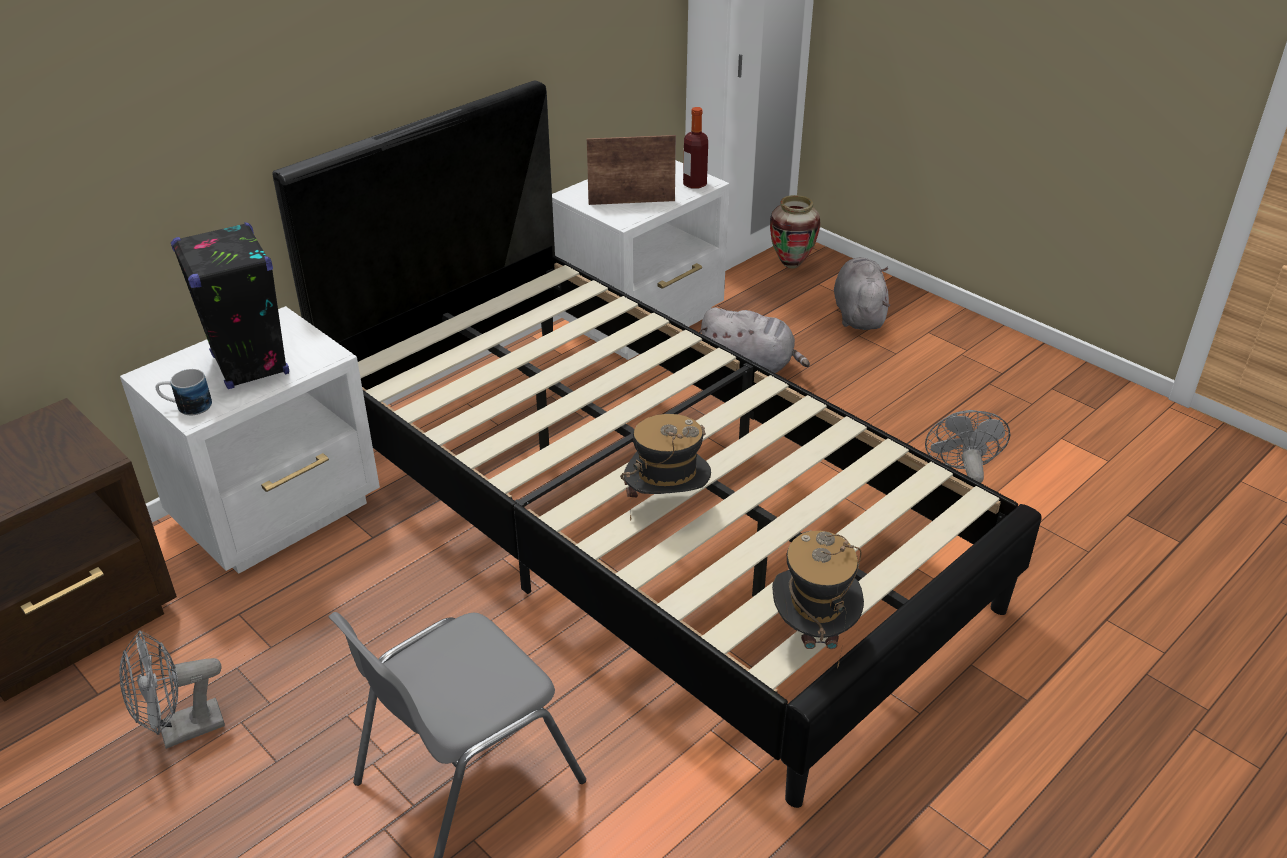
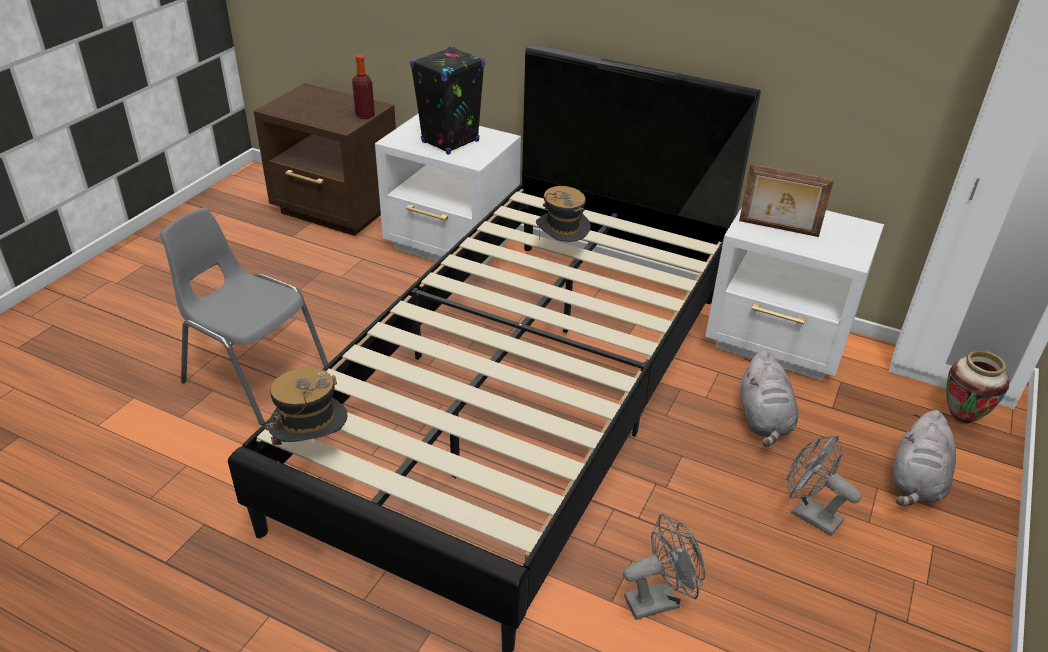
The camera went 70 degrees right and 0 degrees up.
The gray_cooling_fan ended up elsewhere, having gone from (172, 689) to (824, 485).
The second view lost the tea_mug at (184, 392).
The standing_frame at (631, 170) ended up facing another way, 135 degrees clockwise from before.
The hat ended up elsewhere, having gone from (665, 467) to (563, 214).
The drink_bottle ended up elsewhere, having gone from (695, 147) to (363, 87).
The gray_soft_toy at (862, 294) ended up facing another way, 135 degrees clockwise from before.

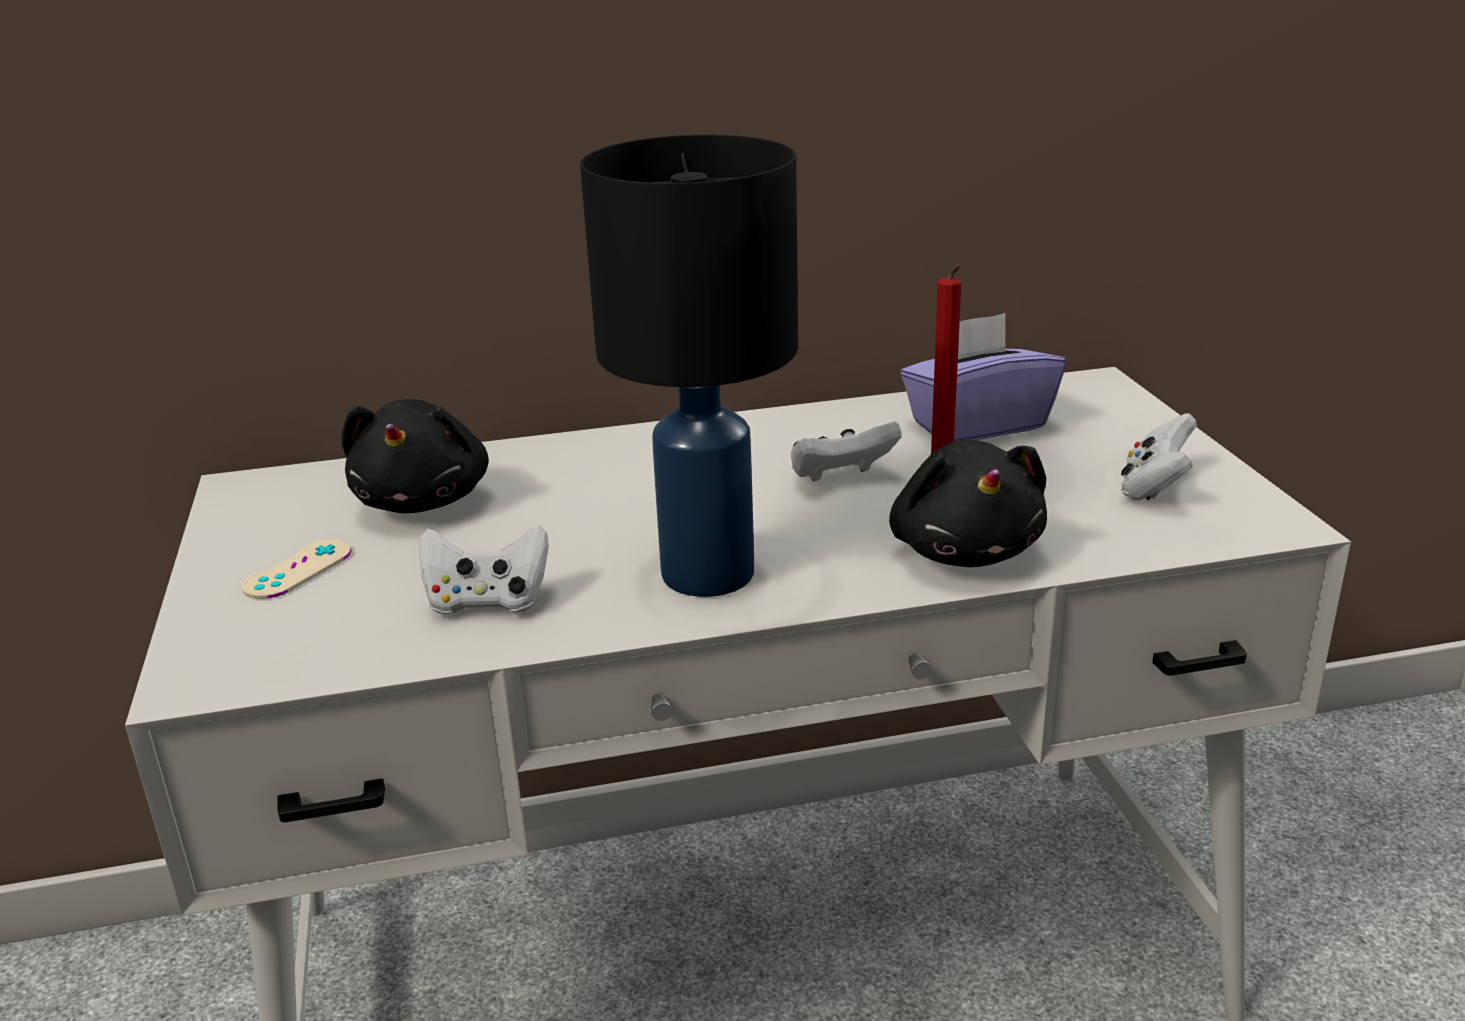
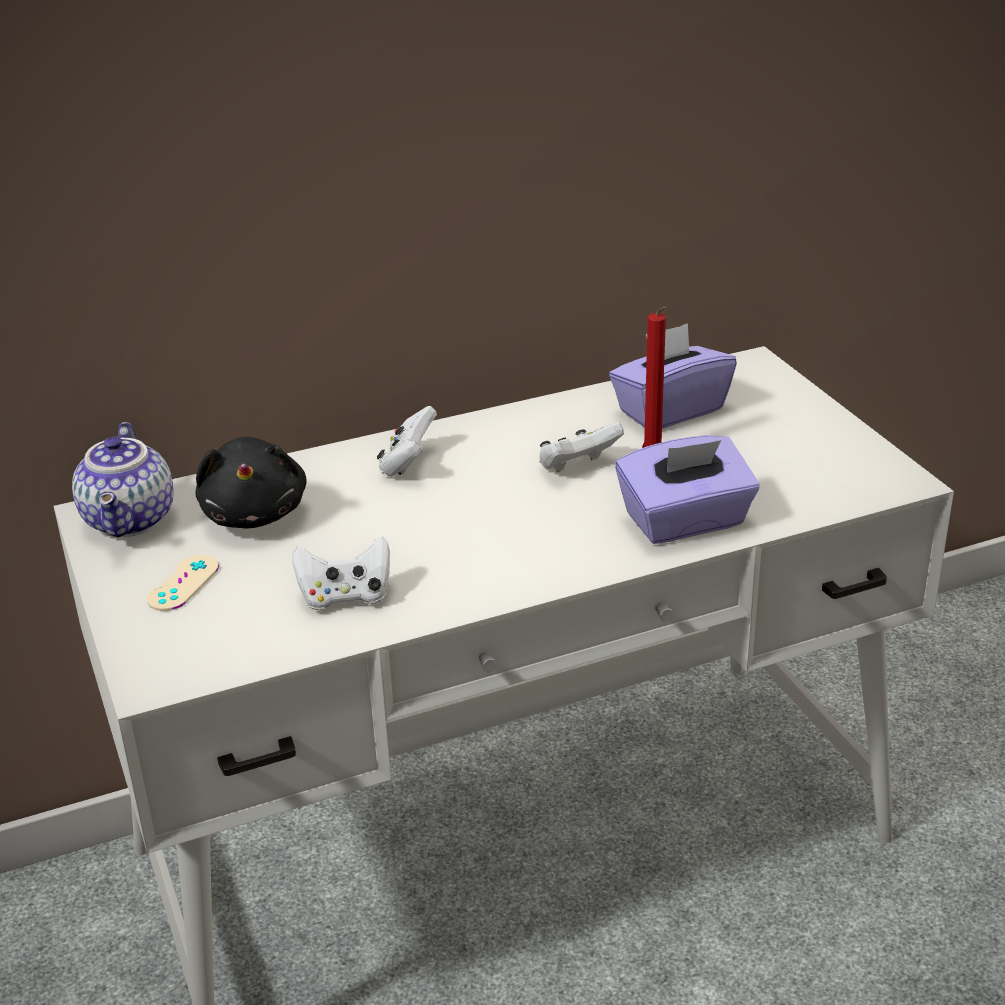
The camera went 10 degrees left and 5 degrees up.
The second view lost the black_table_lamp at (689, 366).
Where the black_soft_toy stood at (968, 503), the purple_tissue_holder came to stand at (687, 489).
The whitish_gamepad ended up elsewhere, having gone from (1159, 457) to (407, 441).
The second view gained the pot_for_tea at (123, 479).

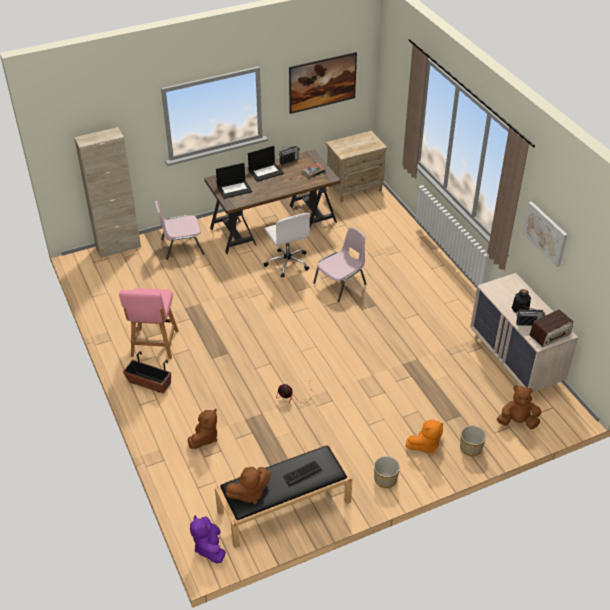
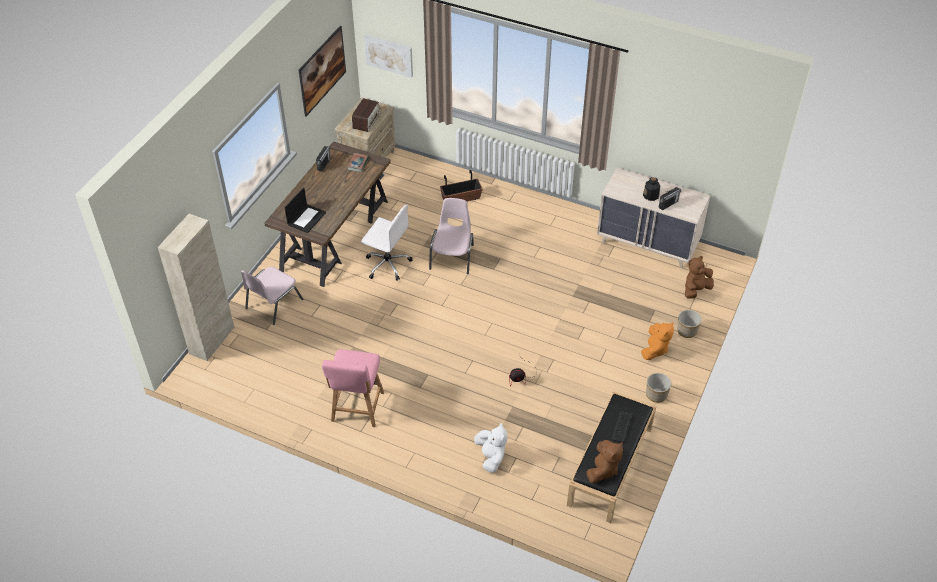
The camera went 40 degrees left and 5 degrees up.
The pinkish_upright_chair at (148, 323) ended up facing another way, 45 degrees clockwise from before.
The plant_pot ended up elsewhere, having gone from (147, 372) to (461, 185).
What was the brown-coloured_soft_toy at (203, 429) turned into the whitish_soft_toy at (490, 448).
The second view lost the purple_soft_toy at (208, 539).
The second view lost the laptop at (266, 164).
The wall_art ended up elsewhere, having gone from (545, 234) to (388, 56).
The radio ended up elsewhere, having gone from (551, 328) to (366, 115).

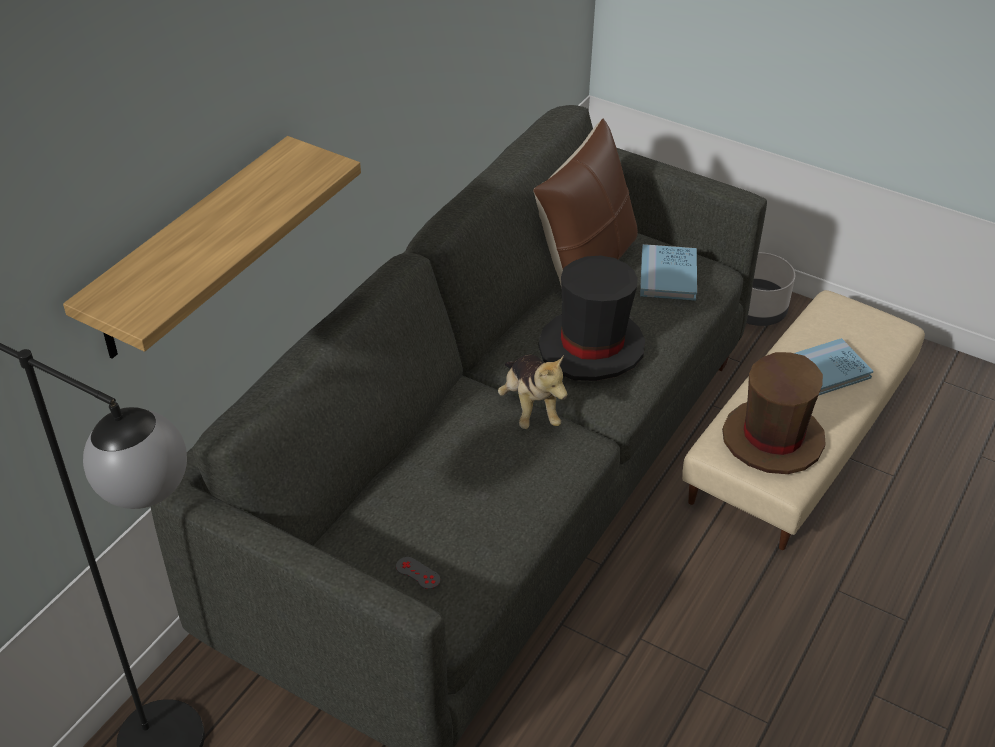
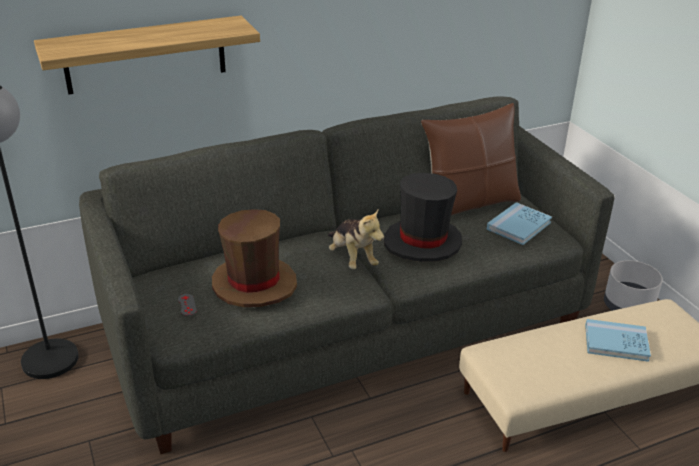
The camera went 35 degrees right and 10 degrees down.
The soft_toy at (532, 392) ended up facing another way, 45 degrees counterclockwise from before.
The brown-coloured_hat ended up elsewhere, having gone from (774, 413) to (254, 258).

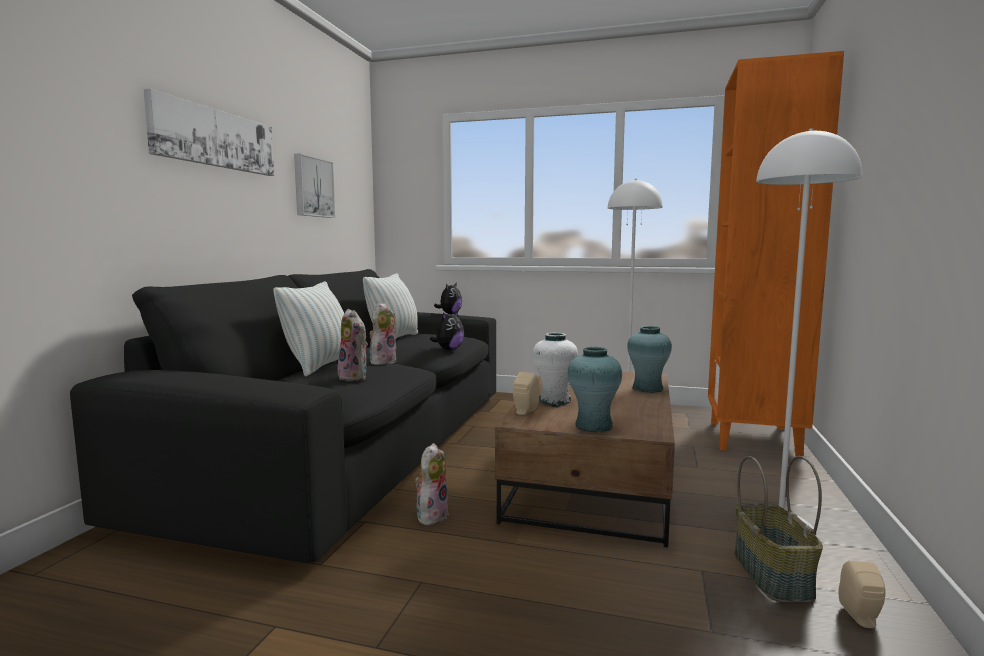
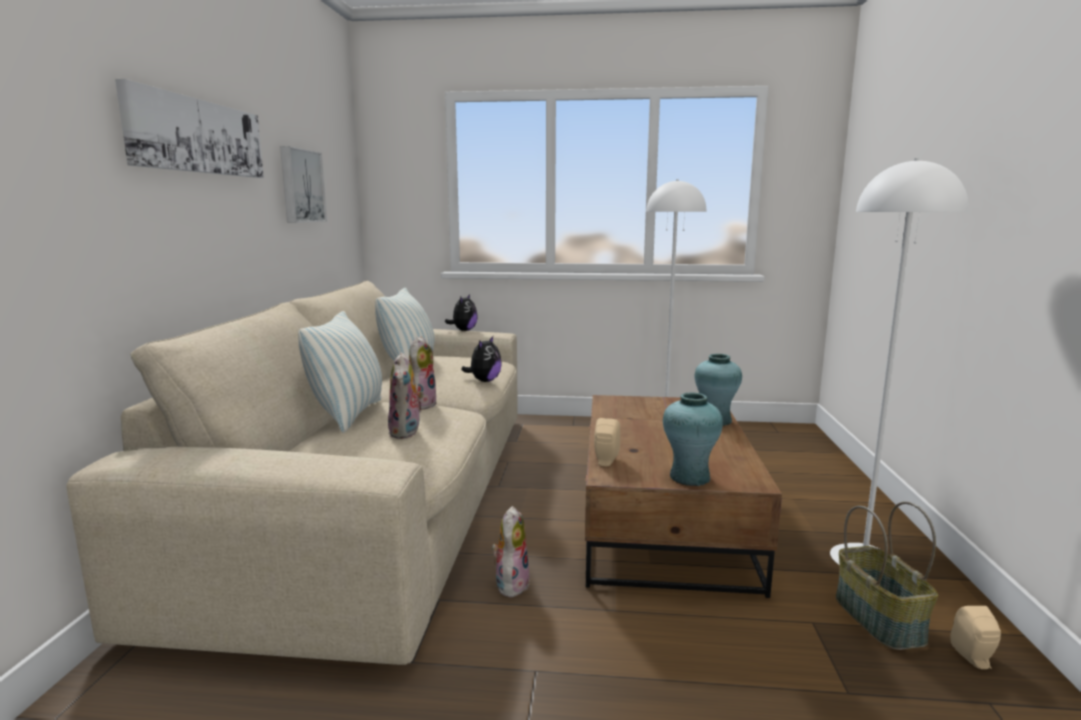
The camera went 10 degrees left and 5 degrees up.
What was the black_settee at (283, 416) turned into the beige-coloured_settee at (292, 473).
The soft_toy at (352, 345) ended up facing another way, 45 degrees clockwise from before.
The second view lost the whitish_decorative_vase at (555, 369).
The second view lost the orange_bookcase at (776, 254).

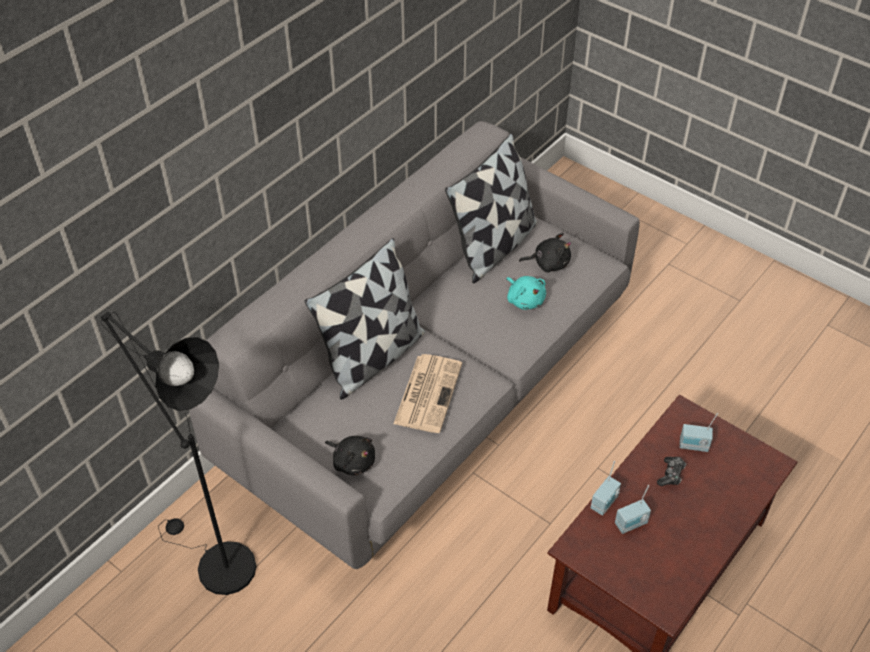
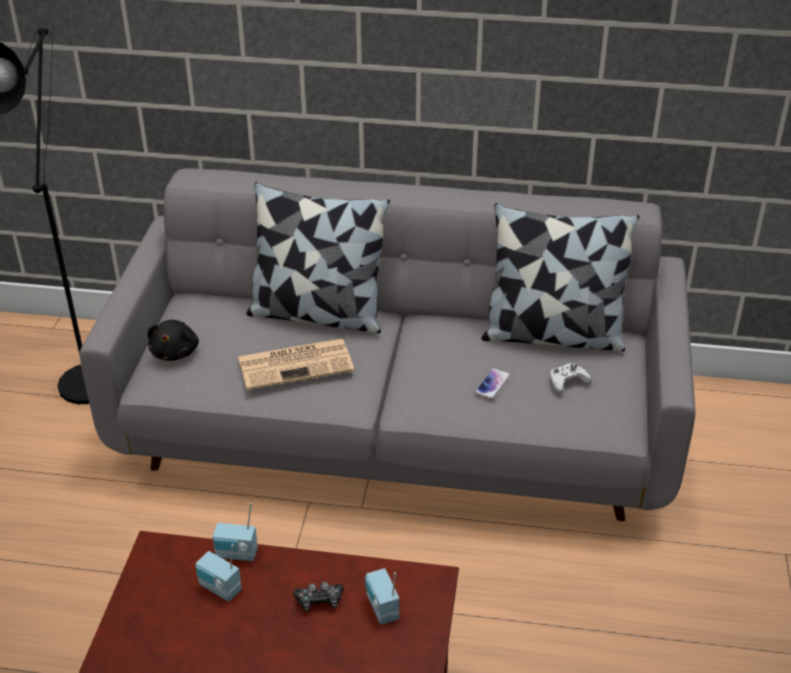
The camera went 60 degrees right and 10 degrees down.
Where the blue-green_soft_toy stood at (526, 293), the phone came to stand at (493, 384).
Where the black_soft_toy stood at (545, 253), the whitish_gamepad came to stand at (571, 378).

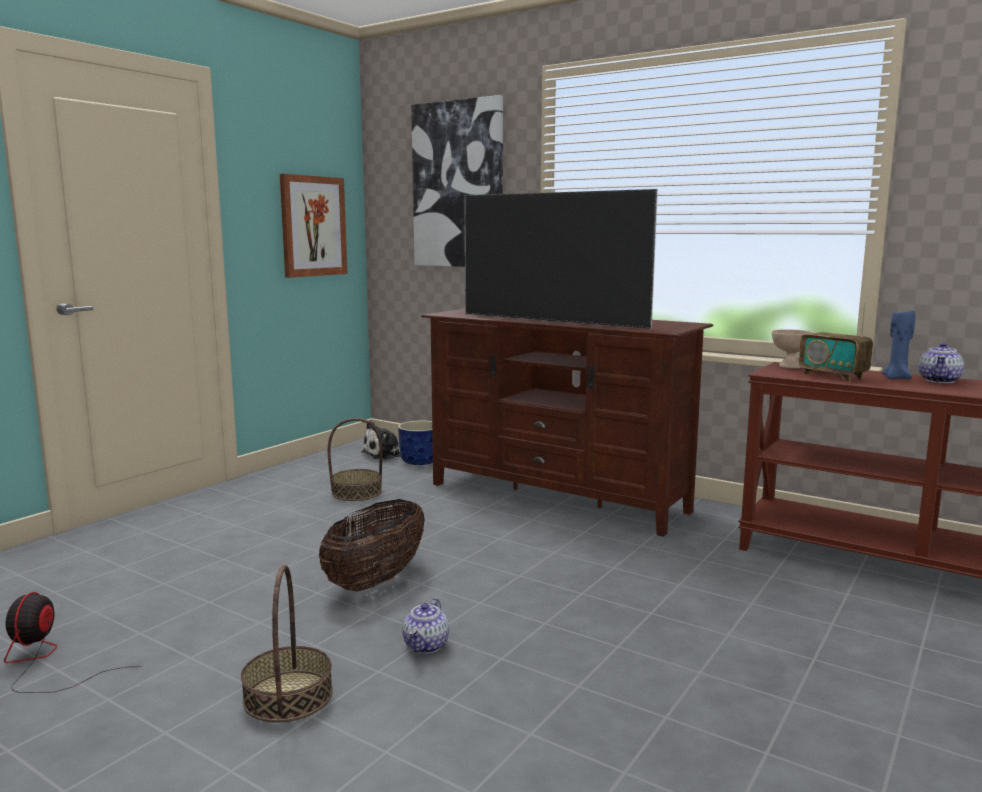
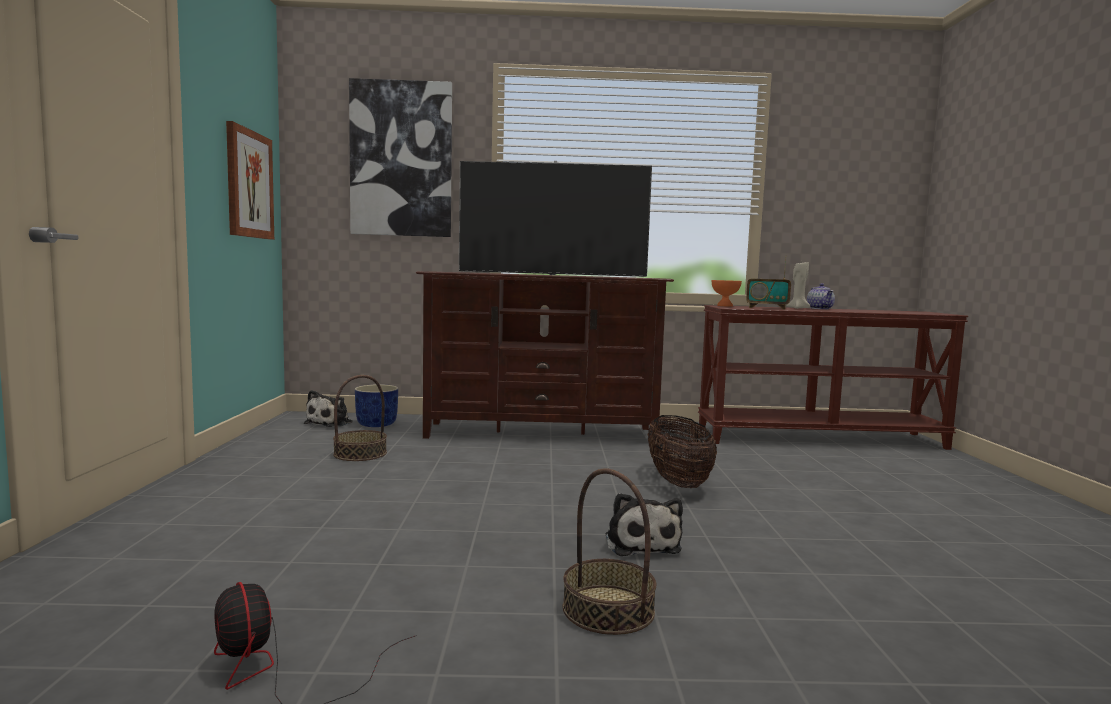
The camera went 35 degrees left and 5 degrees down.
The household_basket ended up elsewhere, having gone from (372, 545) to (682, 451).
Where the pot_for_tea stood at (426, 625), the soft_toy came to stand at (644, 524).
What was the beige-coloured_deep_dish at (793, 348) turned into the orange_deep_dish at (727, 293).
What was the blue-coloured_candle at (898, 345) turned into the beige-coloured_candle at (798, 285).

